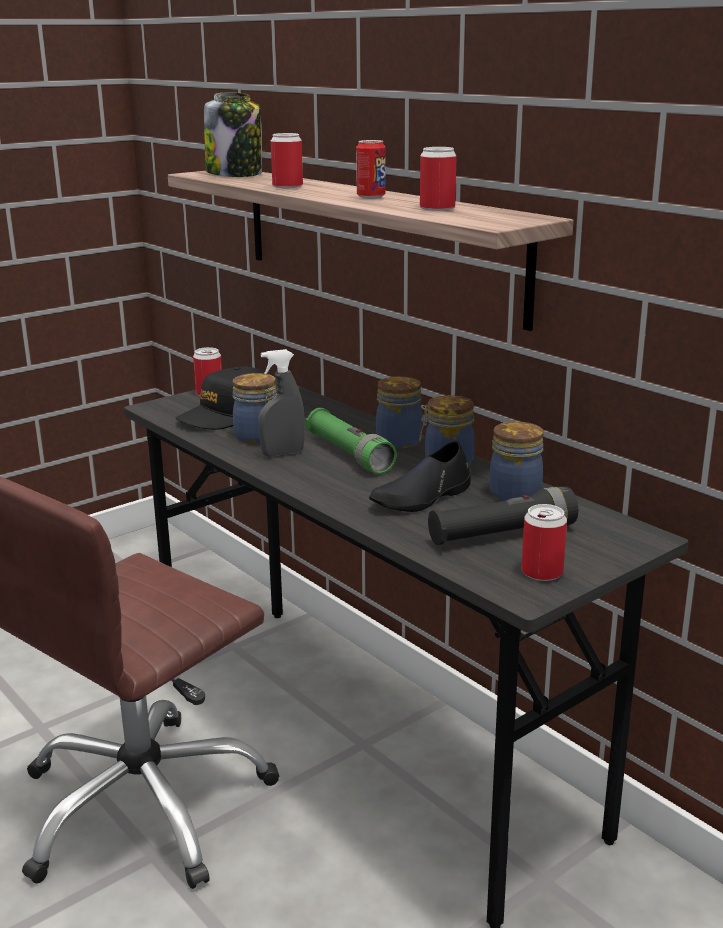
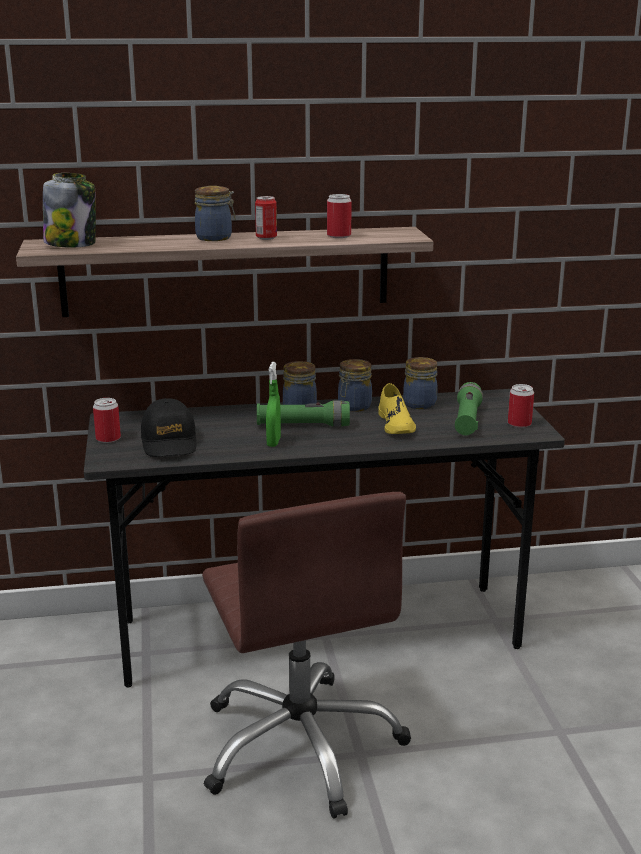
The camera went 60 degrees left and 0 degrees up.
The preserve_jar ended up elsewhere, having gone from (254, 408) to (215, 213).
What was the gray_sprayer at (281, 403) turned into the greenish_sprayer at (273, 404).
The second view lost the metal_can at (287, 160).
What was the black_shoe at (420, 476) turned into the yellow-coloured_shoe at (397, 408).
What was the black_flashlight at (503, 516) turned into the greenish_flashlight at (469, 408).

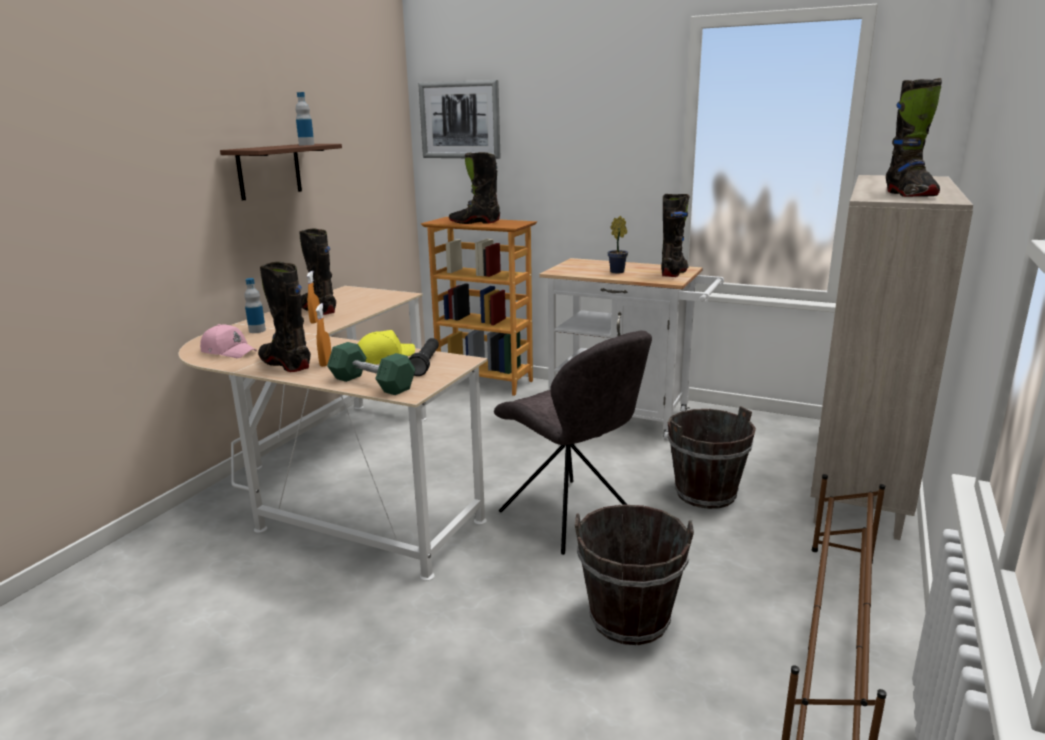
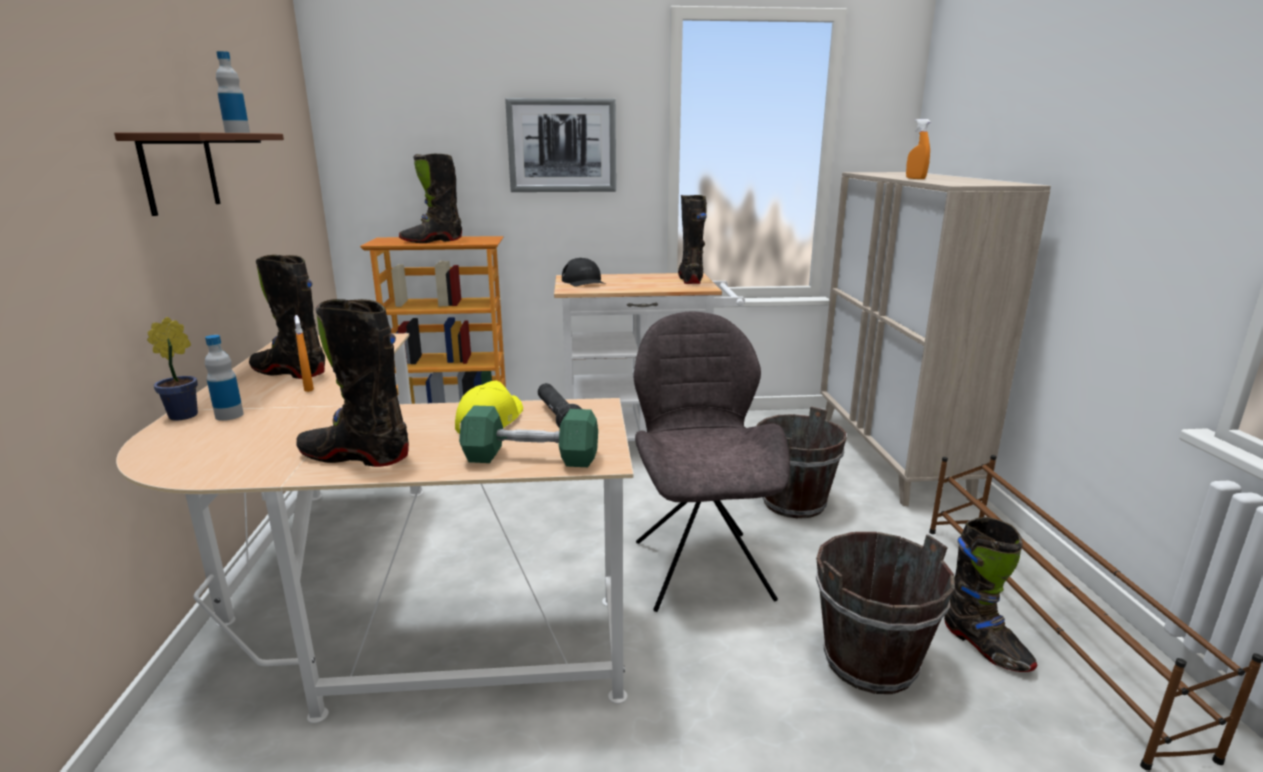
The camera went 30 degrees left and 0 degrees up.
The second view lost the pinkish_cap at (228, 341).
The orange_sprayer ended up elsewhere, having gone from (323, 335) to (918, 149).
The wall_art ended up elsewhere, having gone from (459, 119) to (560, 145).
The gray_upright_chair at (573, 442) ended up facing another way, 120 degrees counterclockwise from before.
The plant_in_a_pot ended up elsewhere, having gone from (618, 244) to (172, 368).
The black_tall_boot ended up elsewhere, having gone from (914, 137) to (990, 594).
The second view gained the black_cap at (584, 272).

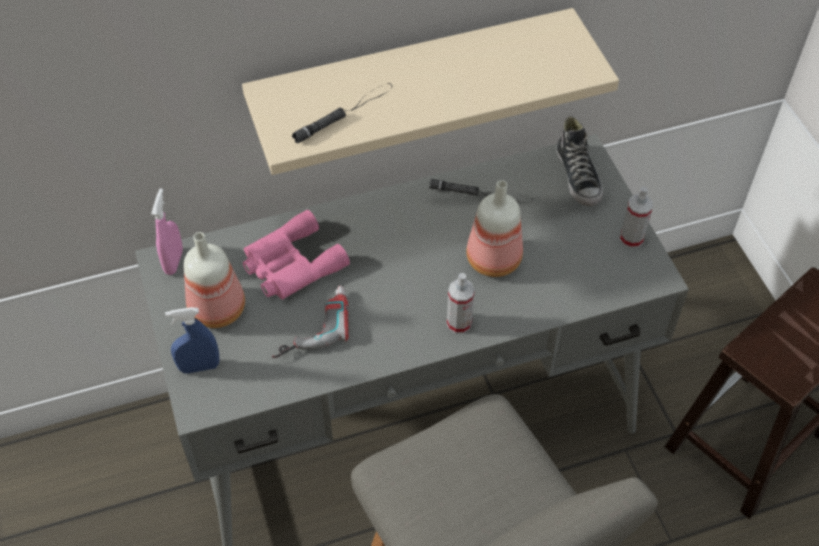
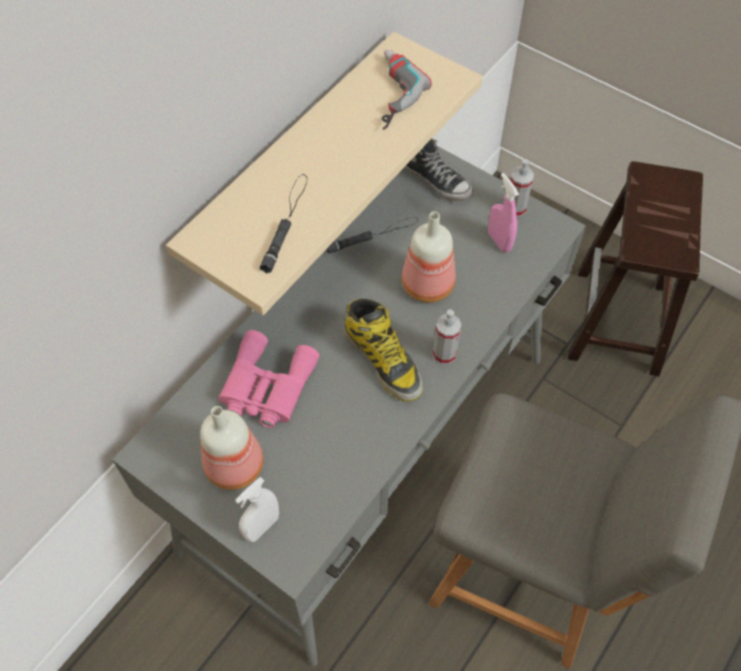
The camera went 35 degrees left and 5 degrees up.
The pinkish_sprayer ended up elsewhere, having gone from (167, 231) to (503, 212).
What was the blue-coloured_sprayer at (192, 340) turned into the whitish_sprayer at (257, 509).
The electric_drill ended up elsewhere, having gone from (310, 321) to (407, 90).
The second view gained the tall_boot at (383, 350).

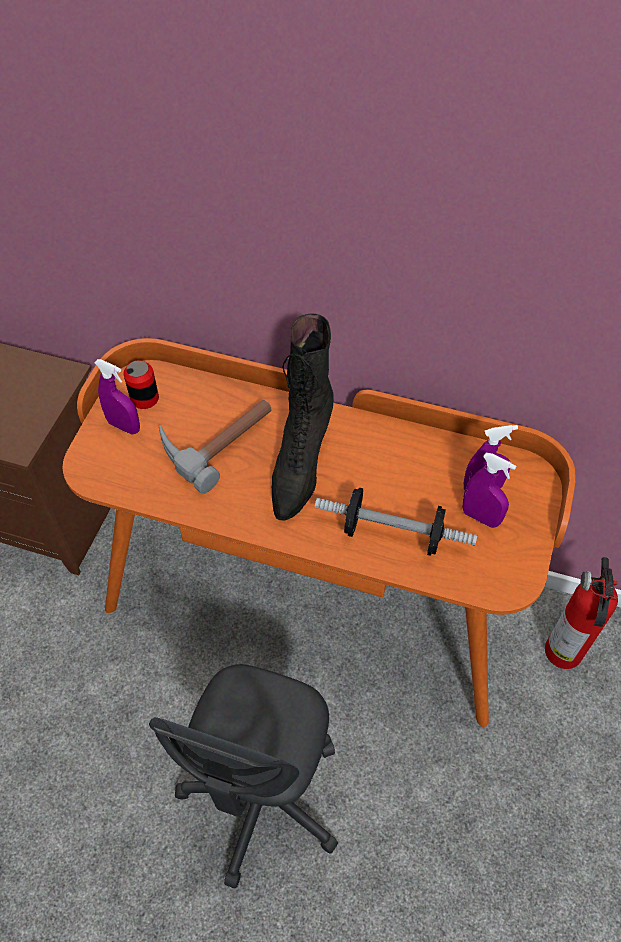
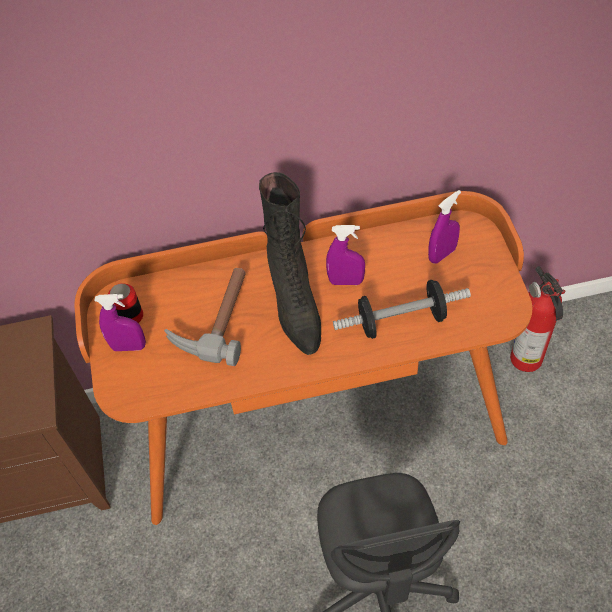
The camera went 25 degrees left and 0 degrees up.
The purple_sprayer ended up elsewhere, having gone from (489, 490) to (345, 255).

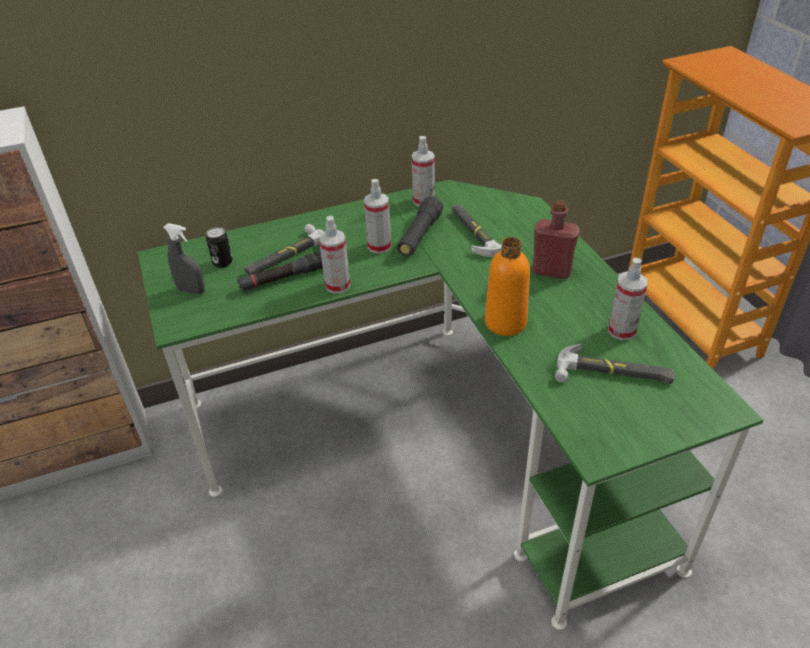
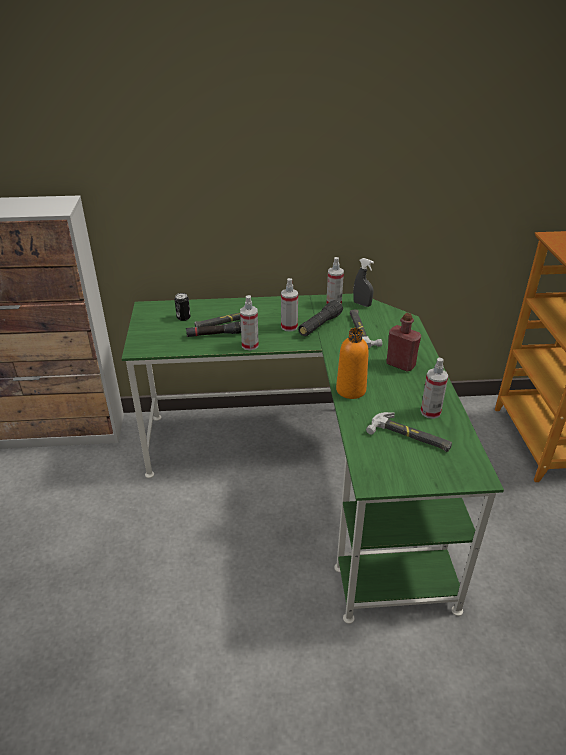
The camera went 15 degrees right and 5 degrees down.
The gray_sprayer ended up elsewhere, having gone from (184, 259) to (363, 282).

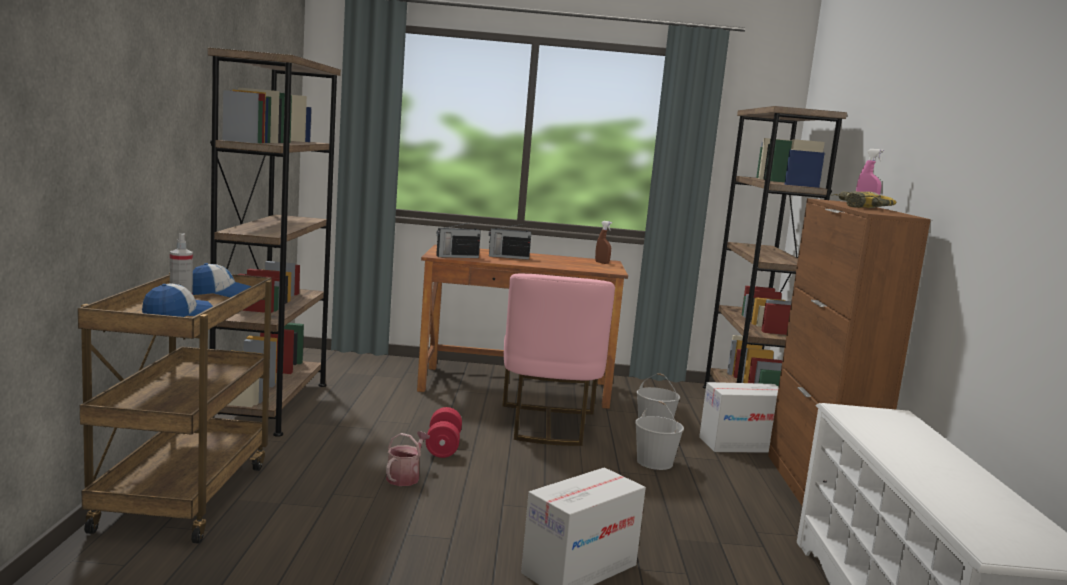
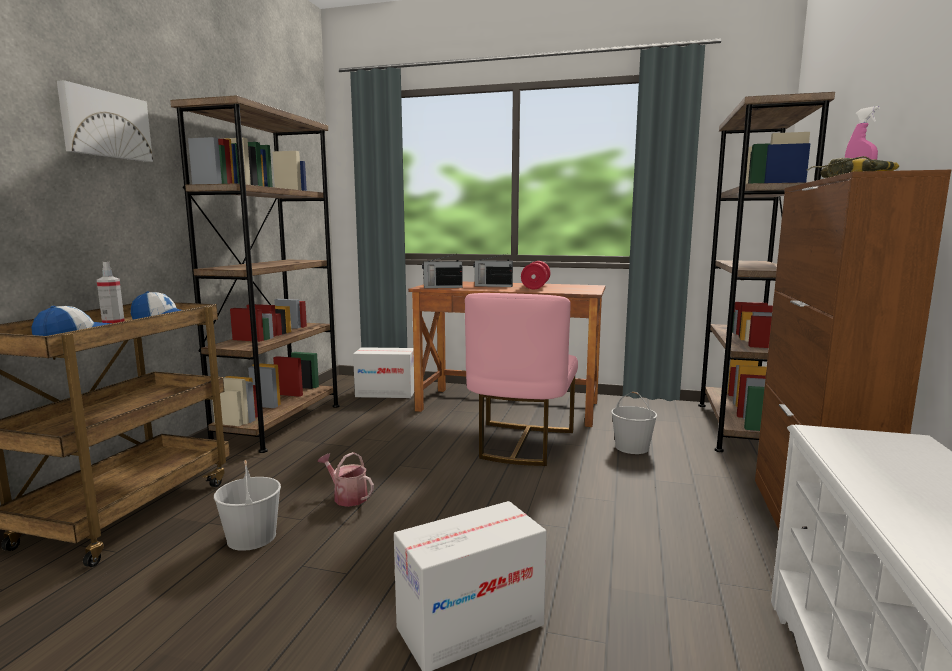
The camera went 15 degrees right and 0 degrees up.
The watering_pot at (408, 458) ended up facing another way, 90 degrees counterclockwise from before.
The red_hand_weight ended up elsewhere, having gone from (444, 432) to (535, 275).
The second view lost the brown-coloured_sprayer at (603, 242).
The whitish_water_bucket ended up elsewhere, having gone from (659, 435) to (247, 505).
The carton ended up elsewhere, having gone from (738, 417) to (383, 372).
The second view gained the wall_art at (105, 121).

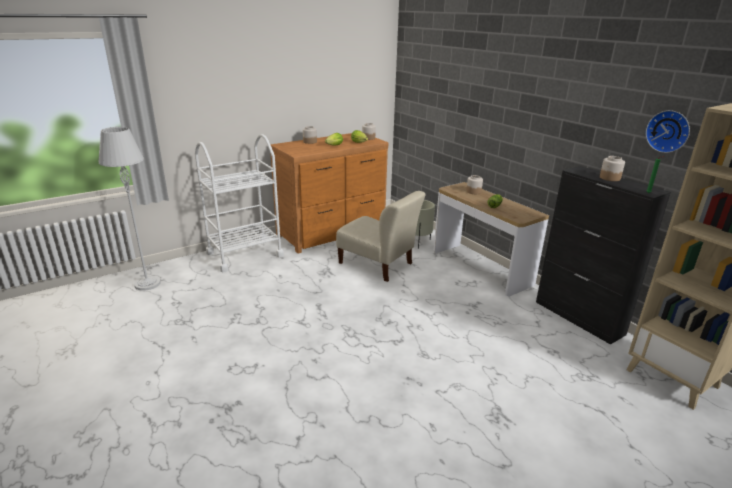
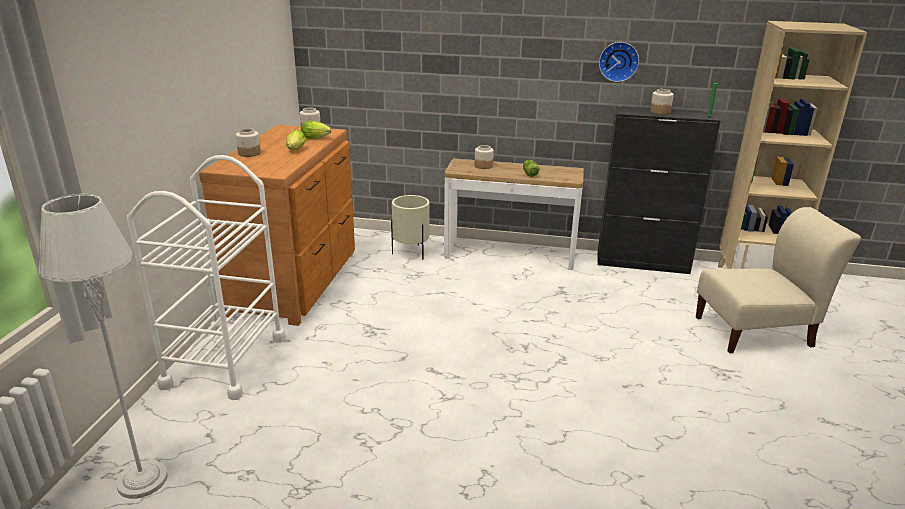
The camera went 45 degrees left and 0 degrees up.
The beige-coloured_upright_chair ended up elsewhere, having gone from (381, 236) to (778, 280).
The wall_clock ended up elsewhere, having gone from (668, 131) to (619, 62).

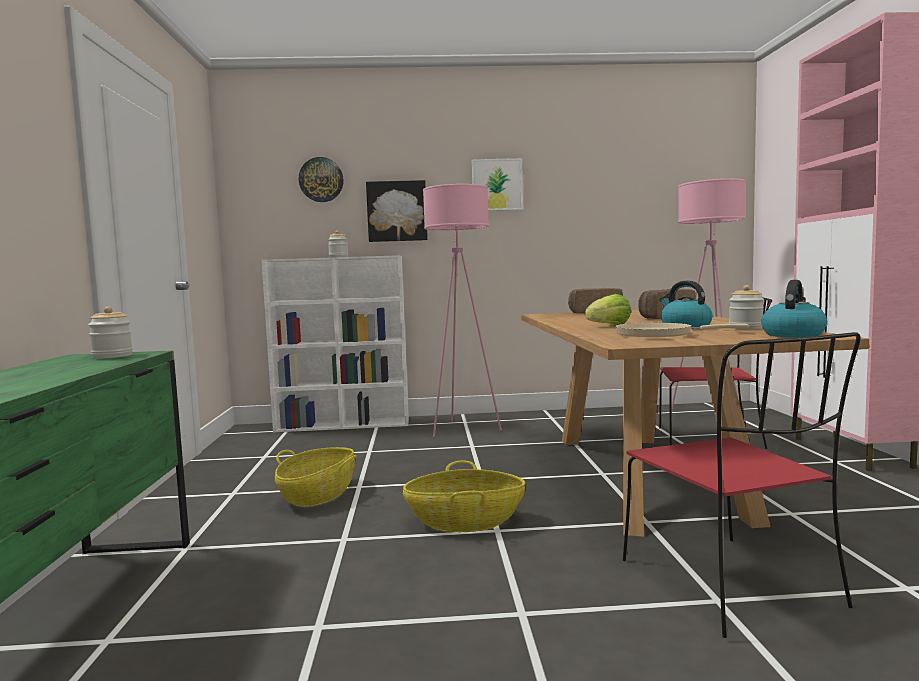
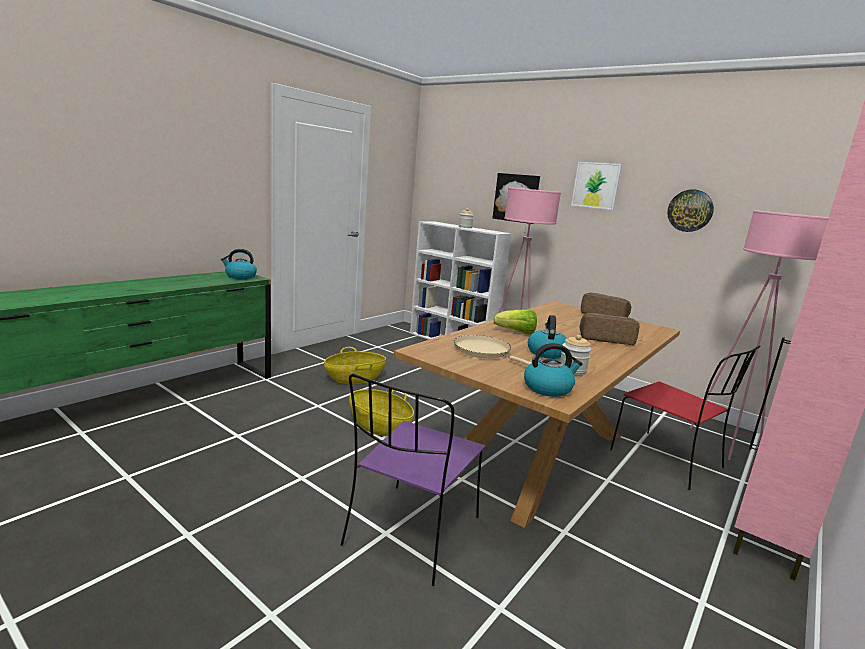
The camera went 40 degrees right and 10 degrees up.
Where the preserve_jar stood at (110, 332), the tea_kettle came to stand at (239, 264).
The wall_clock ended up elsewhere, having gone from (321, 179) to (690, 210).
What was the red_upright_chair at (742, 485) turned into the purple_upright_chair at (412, 480).

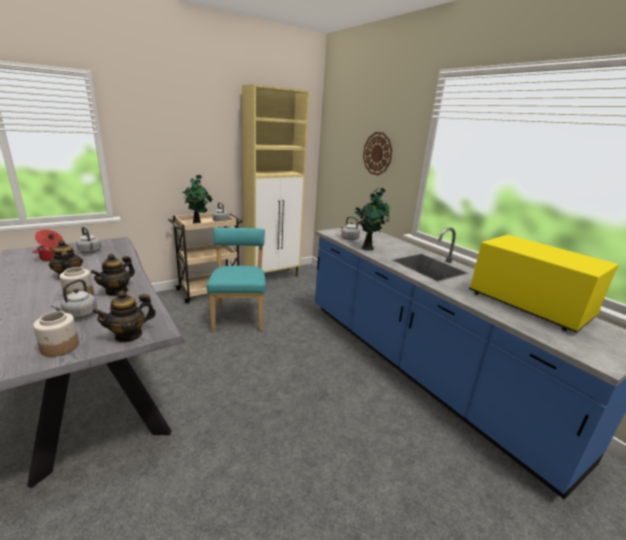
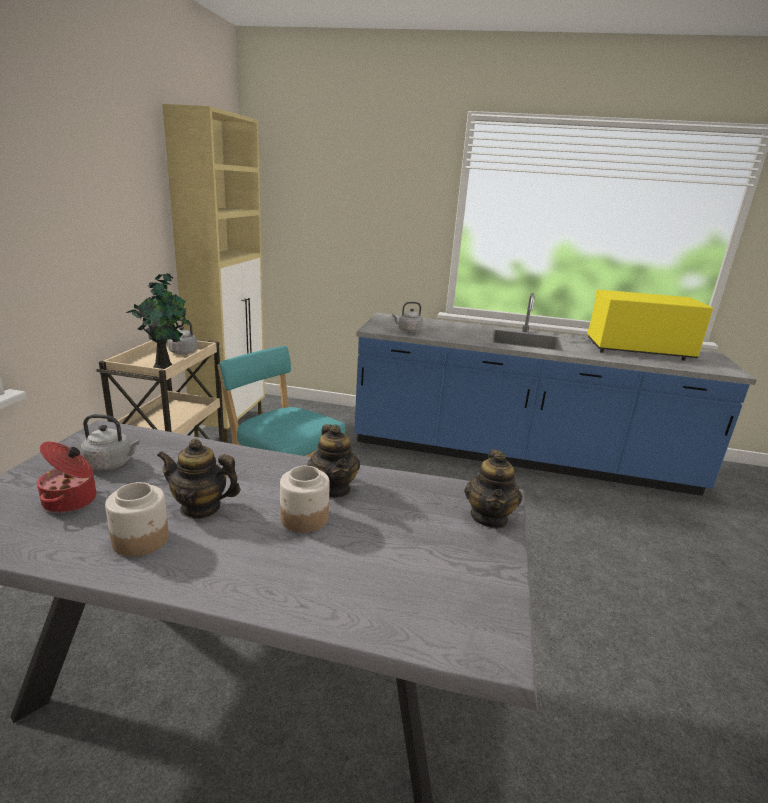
The camera went 45 degrees left and 0 degrees up.
The preserve_jar ended up elsewhere, having gone from (56, 334) to (137, 519).
The second view lost the gray_tea_kettle at (74, 299).
The second view lost the plant_in_a_pot at (372, 219).
The second view lost the wall_clock at (377, 153).

